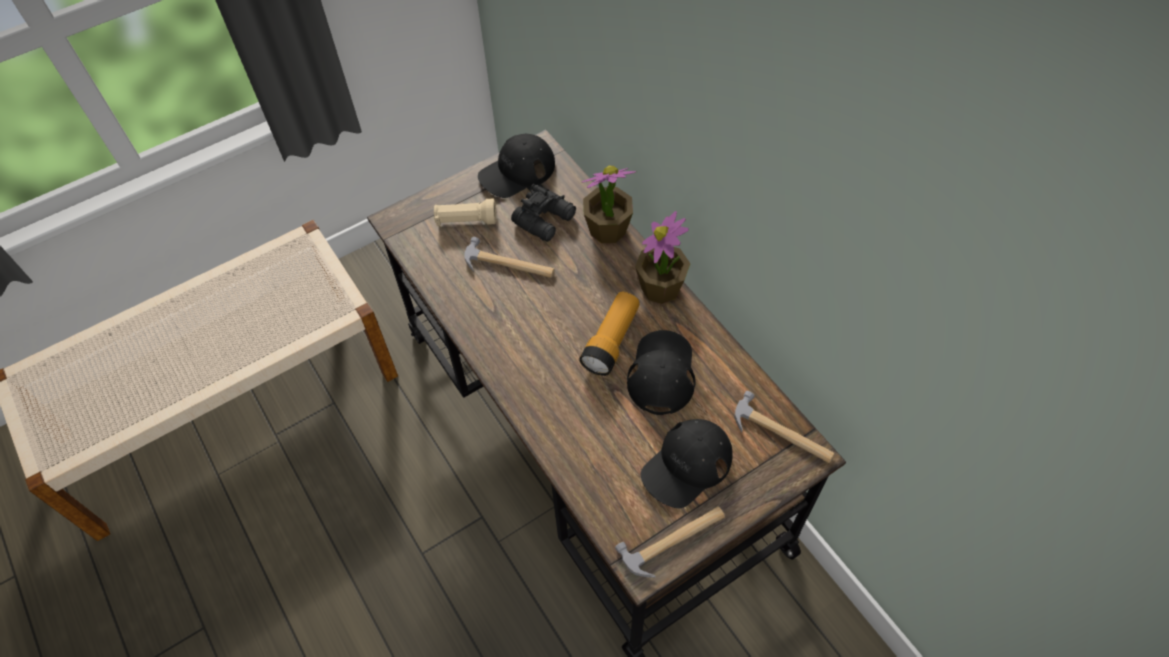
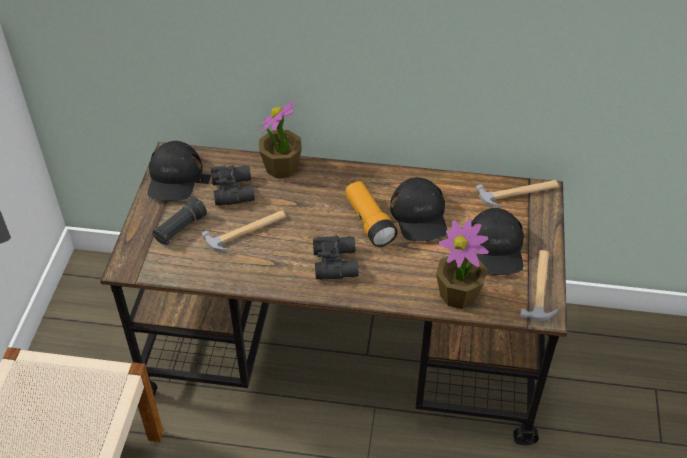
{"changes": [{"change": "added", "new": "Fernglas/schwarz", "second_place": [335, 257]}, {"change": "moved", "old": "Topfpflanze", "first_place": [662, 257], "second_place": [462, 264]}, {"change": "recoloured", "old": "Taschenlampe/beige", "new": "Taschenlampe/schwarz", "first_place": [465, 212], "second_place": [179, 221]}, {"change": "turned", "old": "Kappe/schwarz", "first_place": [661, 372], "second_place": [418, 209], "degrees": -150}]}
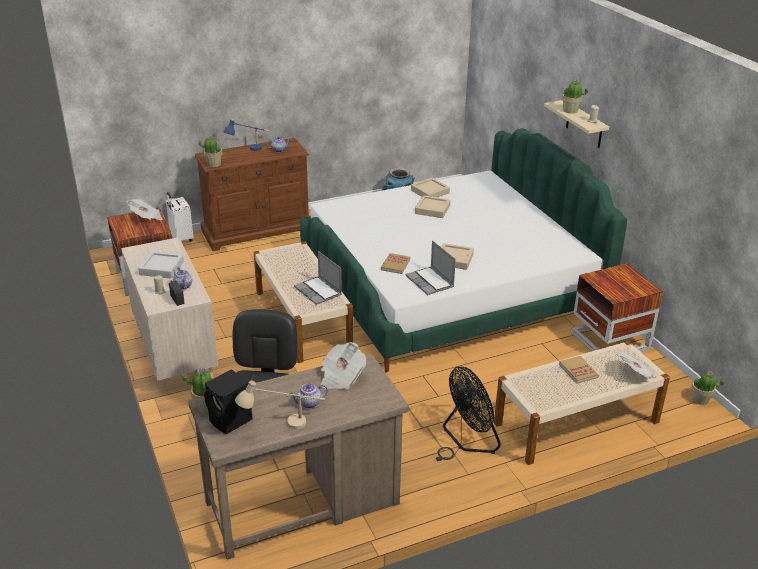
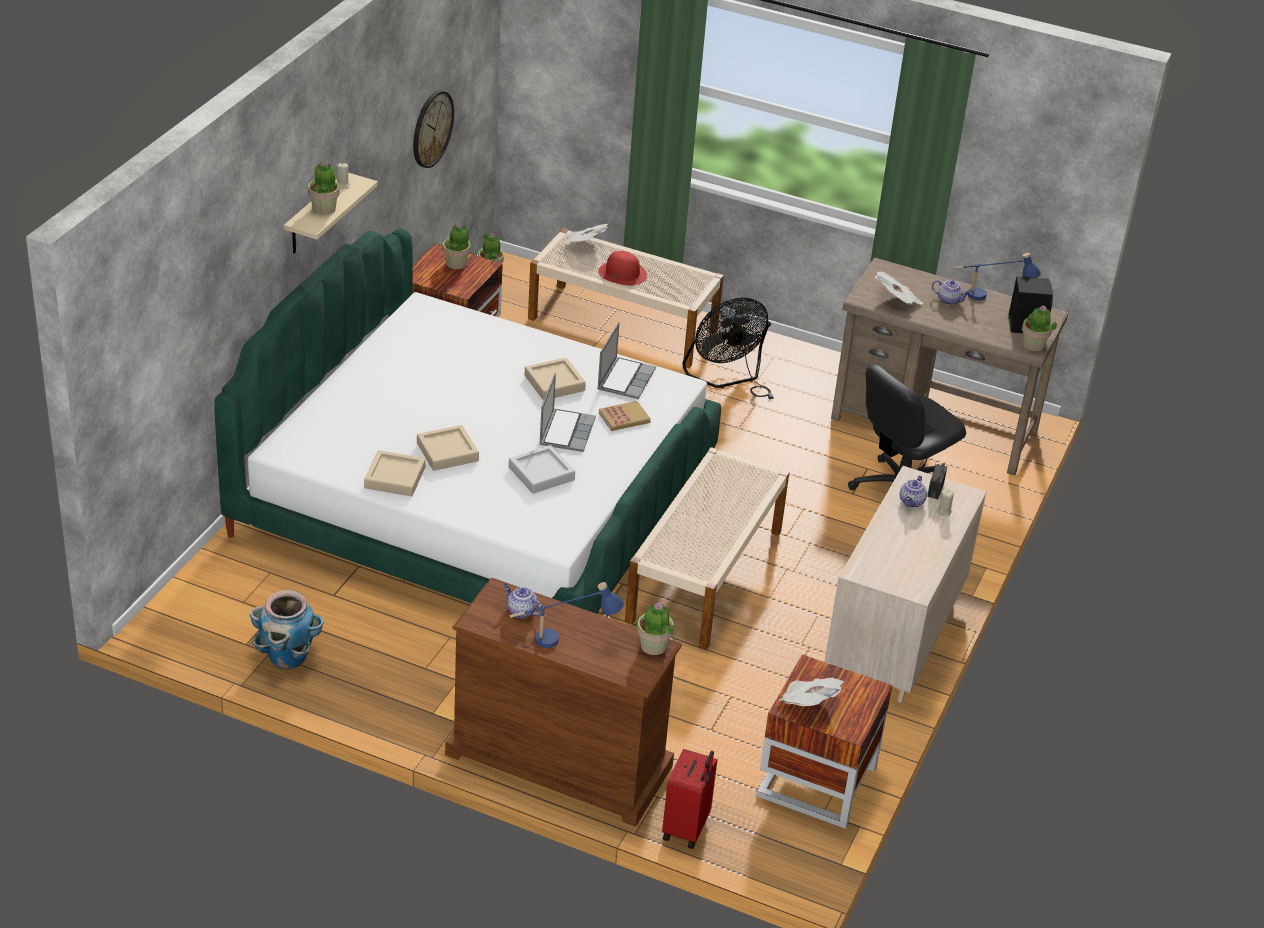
{"changes": [{"change": "added", "new": "Wanduhr", "second_place": [433, 129]}, {"change": "added", "new": "Topfpflanze", "second_place": [457, 245]}, {"change": "moved", "old": "Tablett/grau", "first_place": [161, 265], "second_place": [542, 469]}, {"change": "moved", "old": "Laptop", "first_place": [318, 278], "second_place": [567, 412]}, {"change": "replaced", "old": "Buch", "new": "Hut/rot", "first_place": [579, 370], "second_place": [622, 268]}, {"change": "recoloured", "old": "Koffer/weiß", "new": "Koffer/rot", "first_place": [180, 217], "second_place": [690, 799]}, {"change": "recoloured", "old": "Tischlampe/beige", "new": "Tischlampe/blau", "first_place": [280, 405], "second_place": [996, 276]}, {"change": "turned", "old": "Ventilator/schwarz", "first_place": [468, 414], "second_place": [728, 348], "degrees": 45}]}
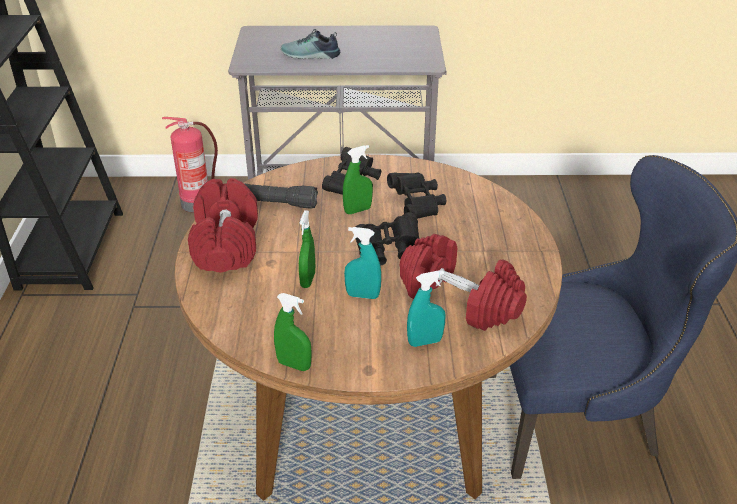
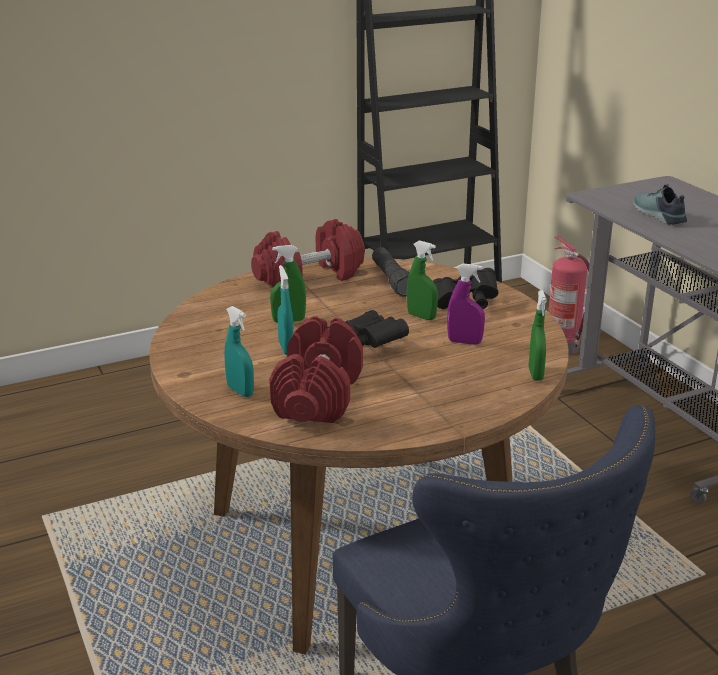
{"changes": [{"change": "moved", "old": "Sprühflasche/grün", "first_place": [293, 332], "second_place": [538, 335]}, {"change": "replaced", "old": "Fernglas/schwarz", "new": "Sprühflasche/lila", "first_place": [416, 195], "second_place": [466, 304]}]}
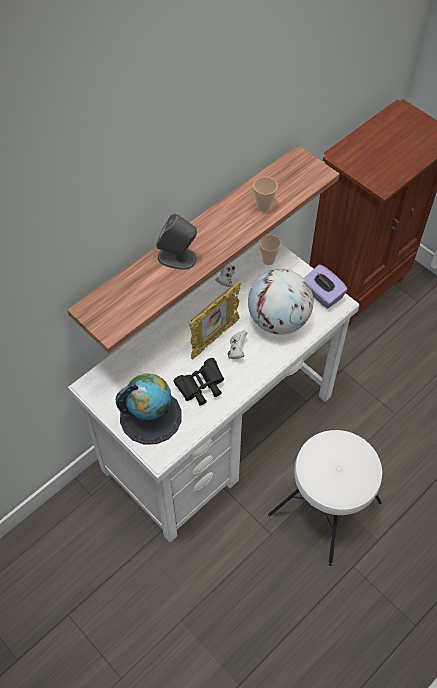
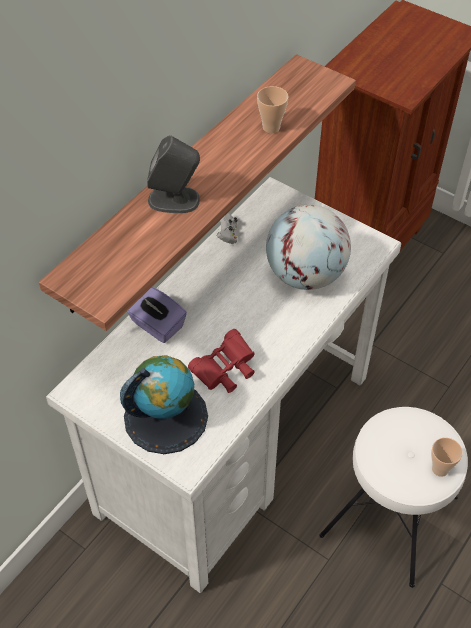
{"changes": [{"change": "removed", "old": "Bilderrahmen", "first_place": [215, 320]}, {"change": "removed", "old": "Gamepad/weiß", "first_place": [237, 344]}, {"change": "moved", "old": "Tasse", "first_place": [270, 250], "second_place": [447, 457]}, {"change": "moved", "old": "Taschentuchbox/lila", "first_place": [326, 286], "second_place": [157, 314]}, {"change": "recoloured", "old": "Fernglas/schwarz", "new": "Fernglas/rot", "first_place": [199, 382], "second_place": [221, 361]}]}
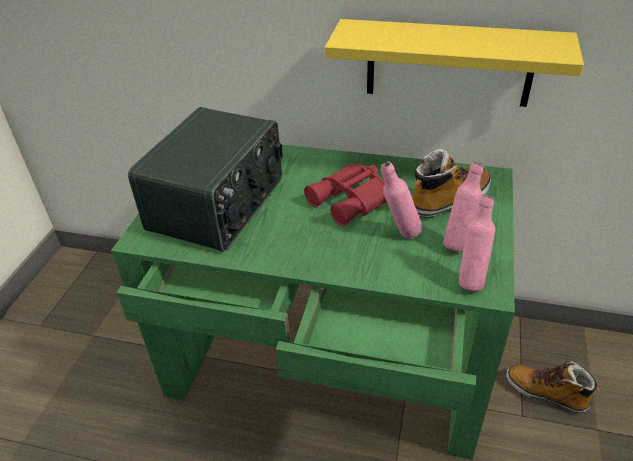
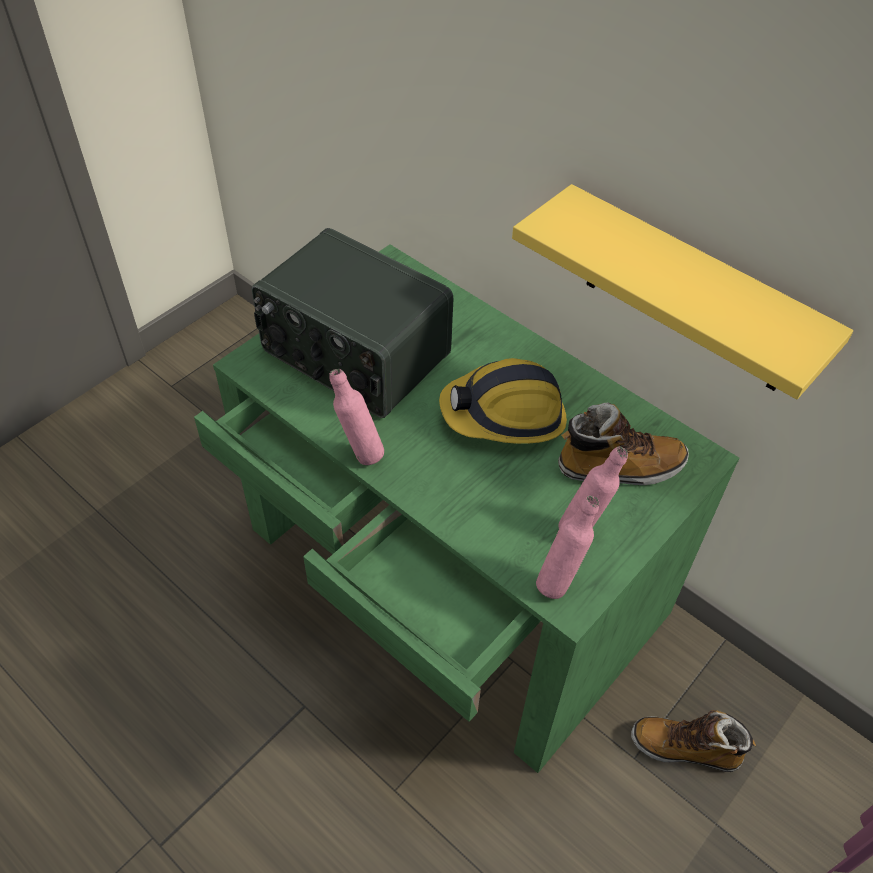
{"changes": [{"change": "moved", "old": "Flasche/rosa", "first_place": [401, 200], "second_place": [356, 417]}, {"change": "replaced", "old": "Fernglas/rot", "new": "Schutzhelm", "first_place": [345, 195], "second_place": [503, 401]}, {"change": "turned", "old": "Radio", "first_place": [205, 179], "second_place": [352, 323], "degrees": 75}, {"change": "turned", "old": "Stiefel", "first_place": [552, 387], "second_place": [693, 741], "degrees": -45}]}
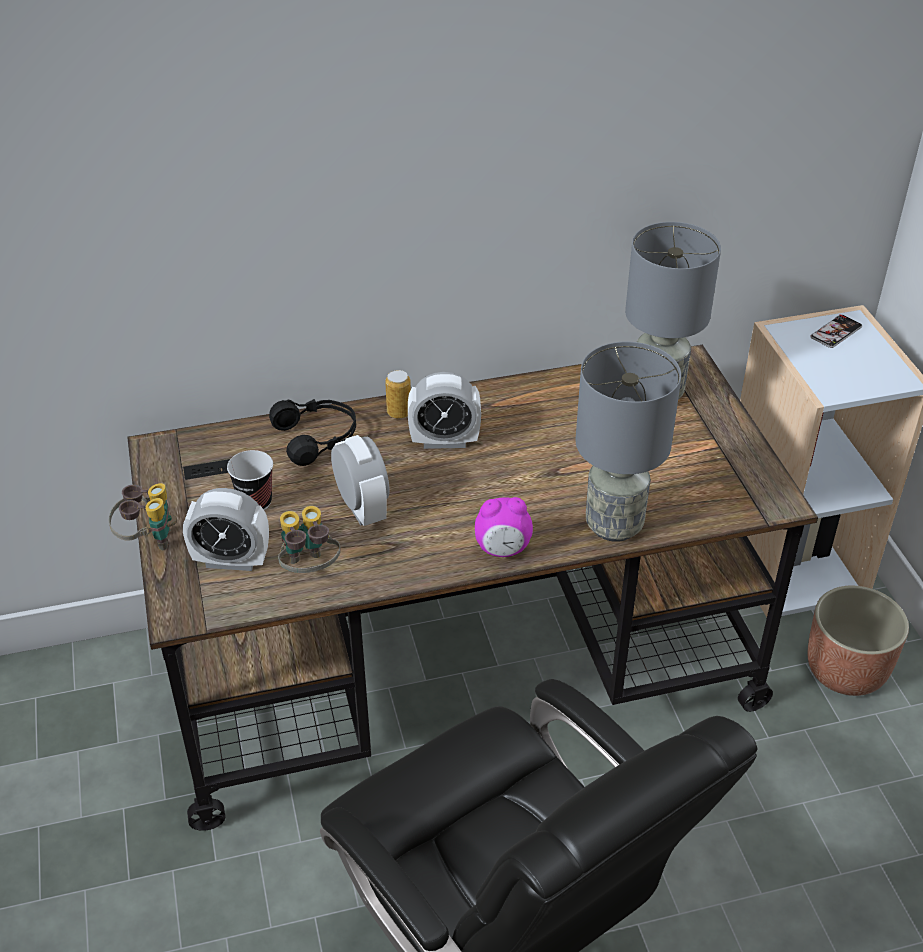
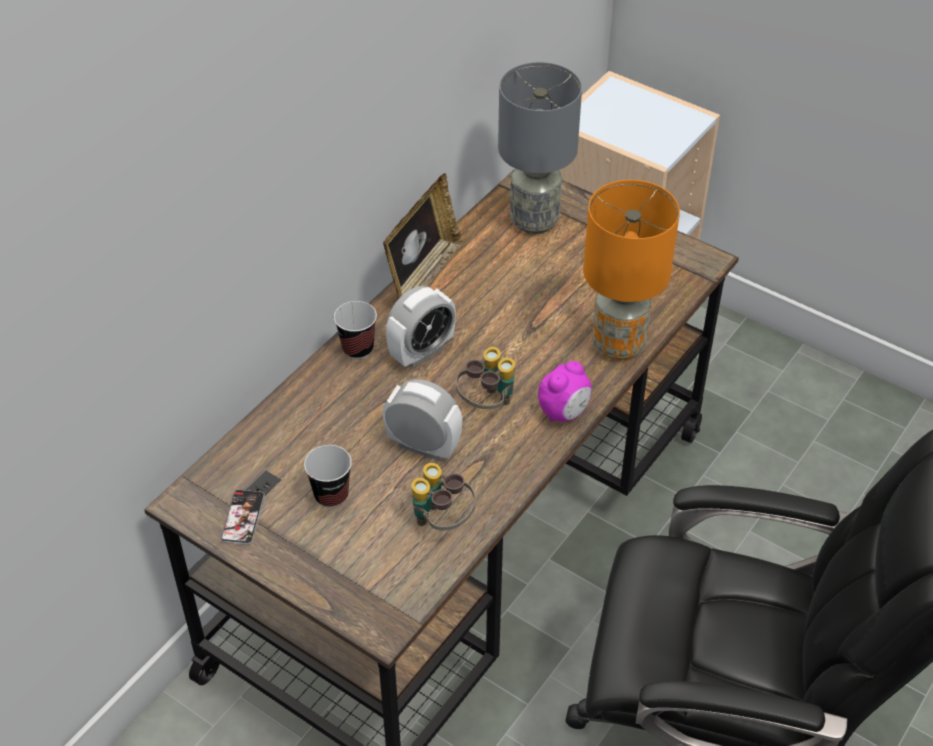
{"changes": [{"change": "removed", "old": "Wecker", "first_place": [226, 529]}, {"change": "removed", "old": "Kopfhörer/schwarz", "first_place": [312, 432]}, {"change": "removed", "old": "Pflanzkübel", "first_place": [858, 641]}, {"change": "added", "new": "Bilderrahmen", "second_place": [423, 235]}, {"change": "moved", "old": "Fernglas", "first_place": [143, 516], "second_place": [485, 378]}, {"change": "moved", "old": "Handy", "first_place": [836, 331], "second_place": [242, 517]}, {"change": "replaced", "old": "Dose", "new": "Tasse", "first_place": [398, 394], "second_place": [355, 330]}, {"change": "recoloured", "old": "Tischlampe/grau", "new": "Tischlampe/orange", "first_place": [628, 442], "second_place": [631, 270]}]}
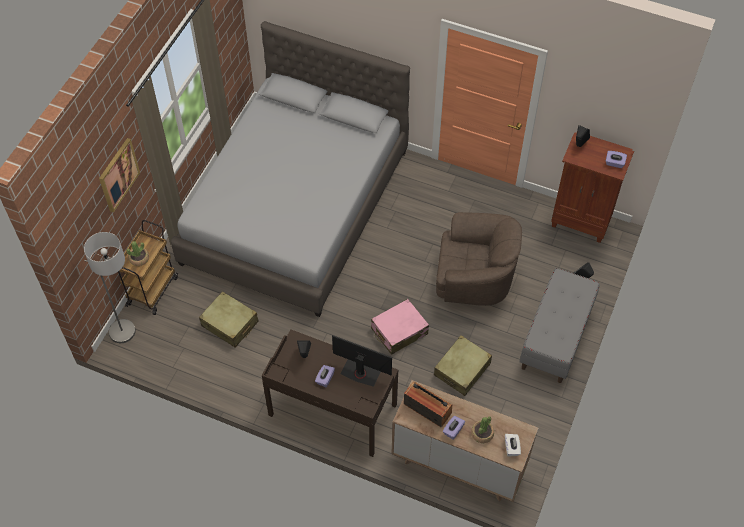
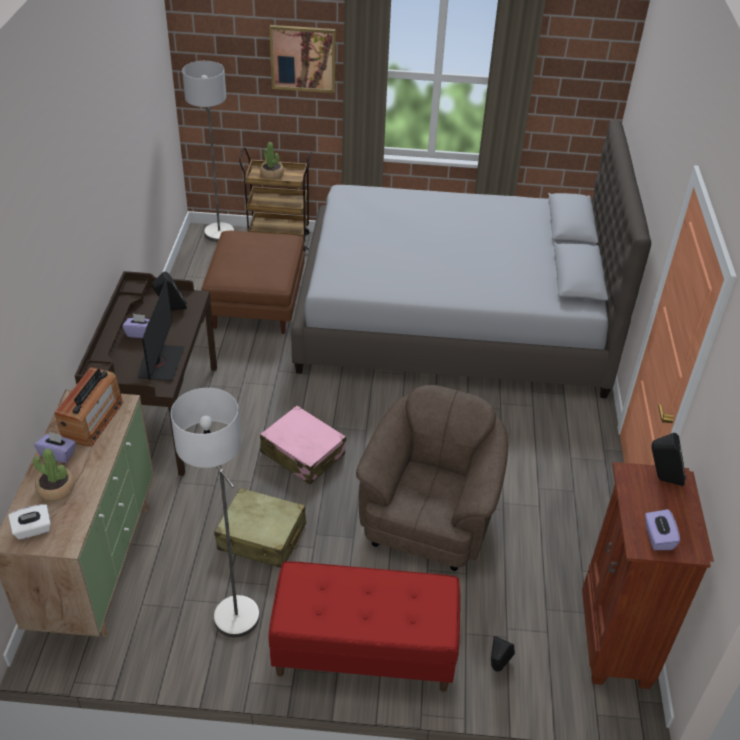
{"changes": [{"change": "added", "new": "Stehlampe/grau", "second_place": [215, 512]}, {"change": "replaced", "old": "Koffer/beige", "new": "Polsterhocker/braun", "first_place": [229, 319], "second_place": [253, 282]}, {"change": "recoloured", "old": "Bank/grau", "new": "Bank/rot", "first_place": [559, 325], "second_place": [364, 626]}, {"change": "turned", "old": "Sessel/braun", "first_place": [479, 259], "second_place": [432, 478], "degrees": -150}]}
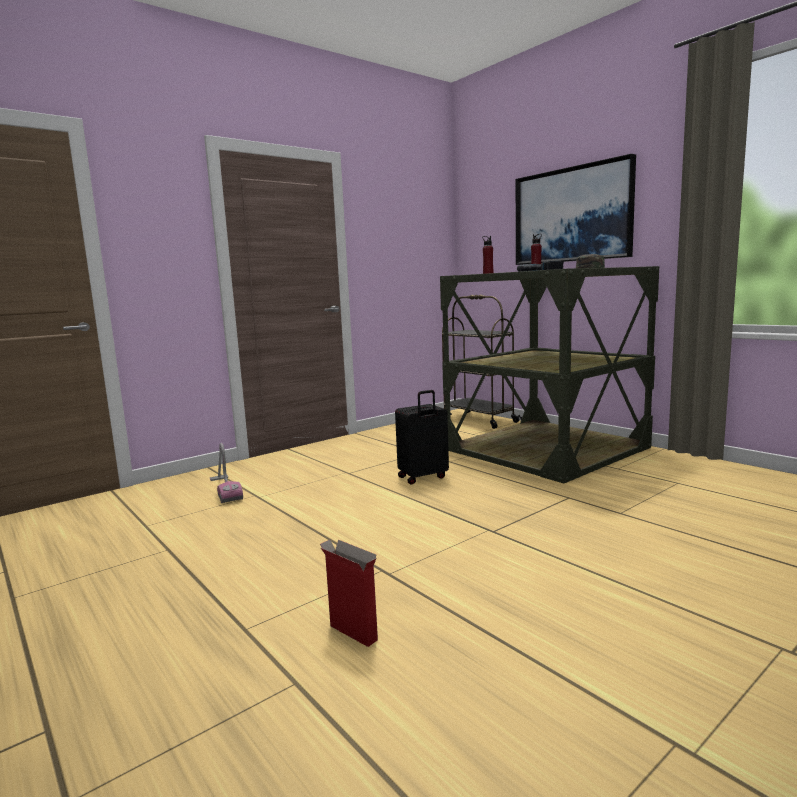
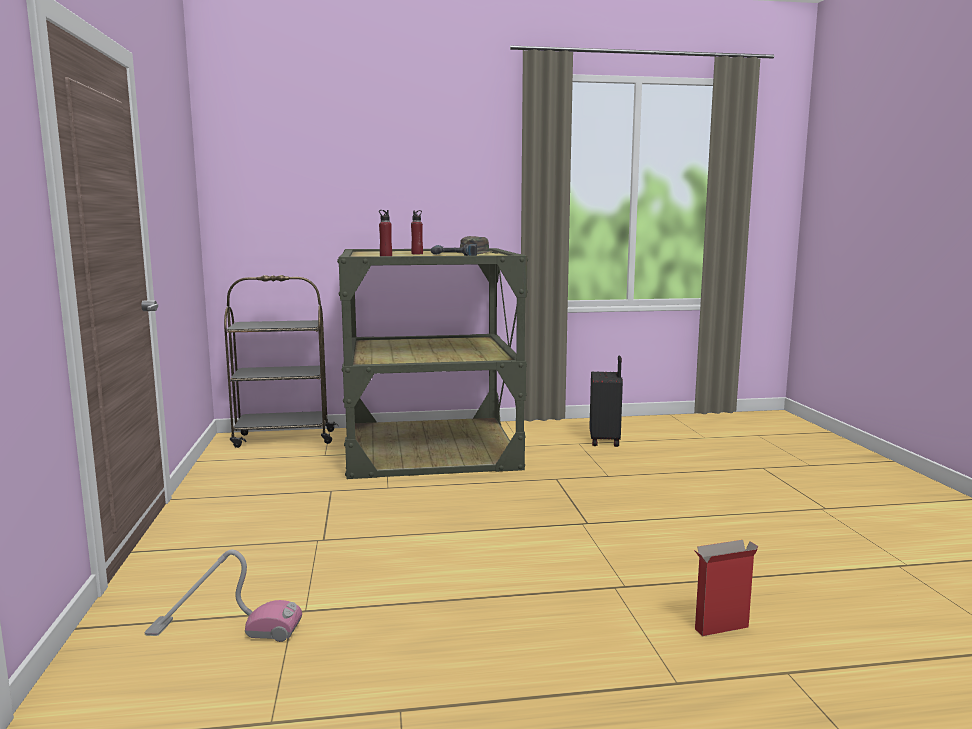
{"changes": [{"change": "removed", "old": "Bild", "first_place": [576, 209]}, {"change": "moved", "old": "Koffer/schwarz", "first_place": [422, 437], "second_place": [606, 401]}]}
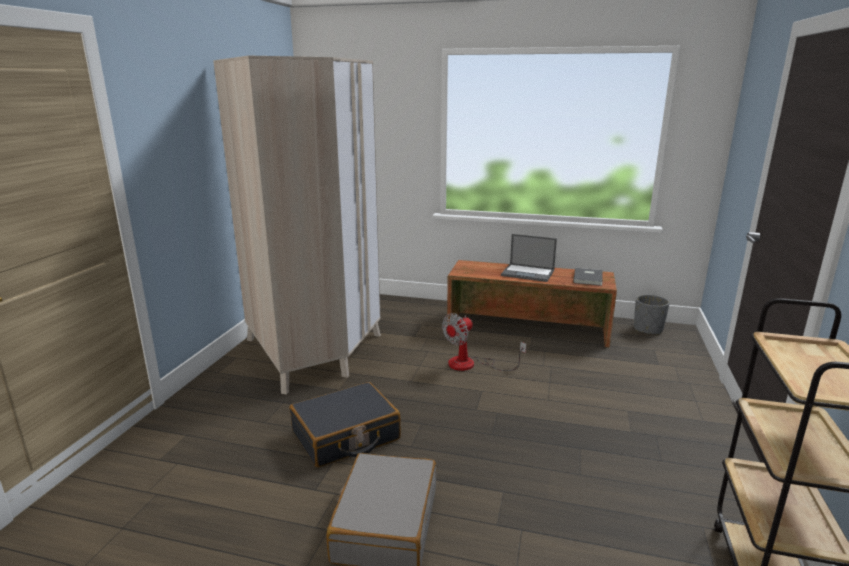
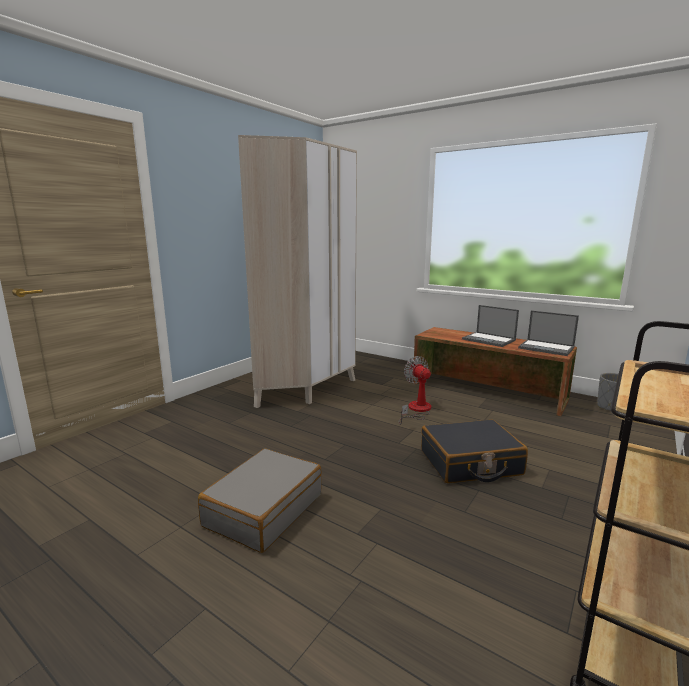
{"changes": [{"change": "moved", "old": "Koffer/schwarz", "first_place": [345, 424], "second_place": [474, 451]}, {"change": "replaced", "old": "Buch/grau", "new": "Laptop", "first_place": [588, 277], "second_place": [548, 333]}, {"change": "turned", "old": "Ventilator", "first_place": [484, 342], "second_place": [415, 390], "degrees": 90}]}
